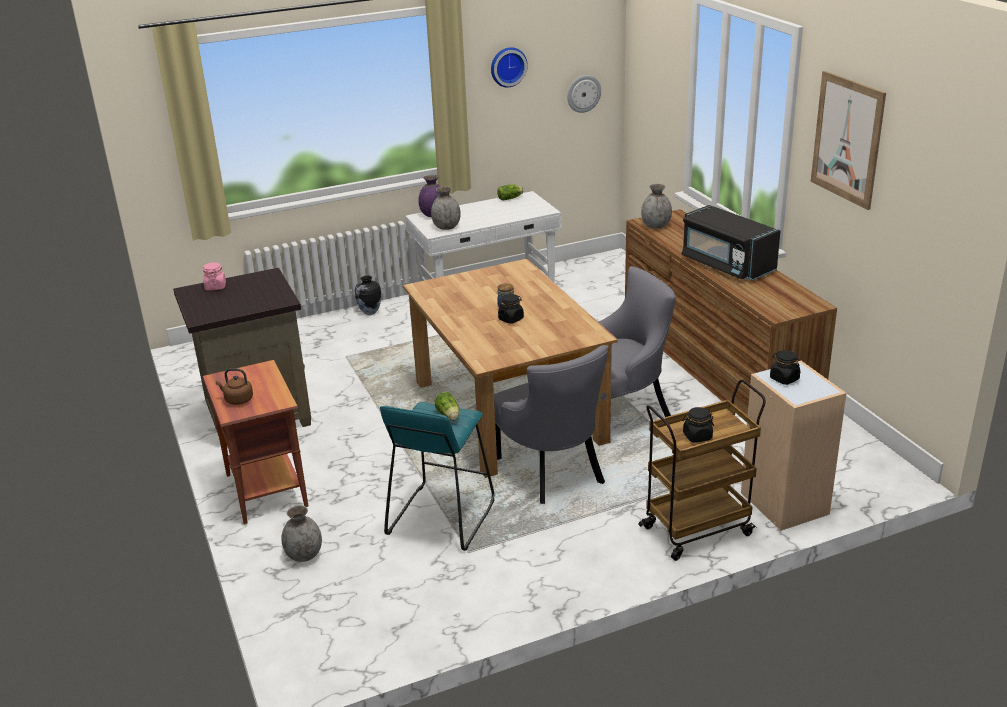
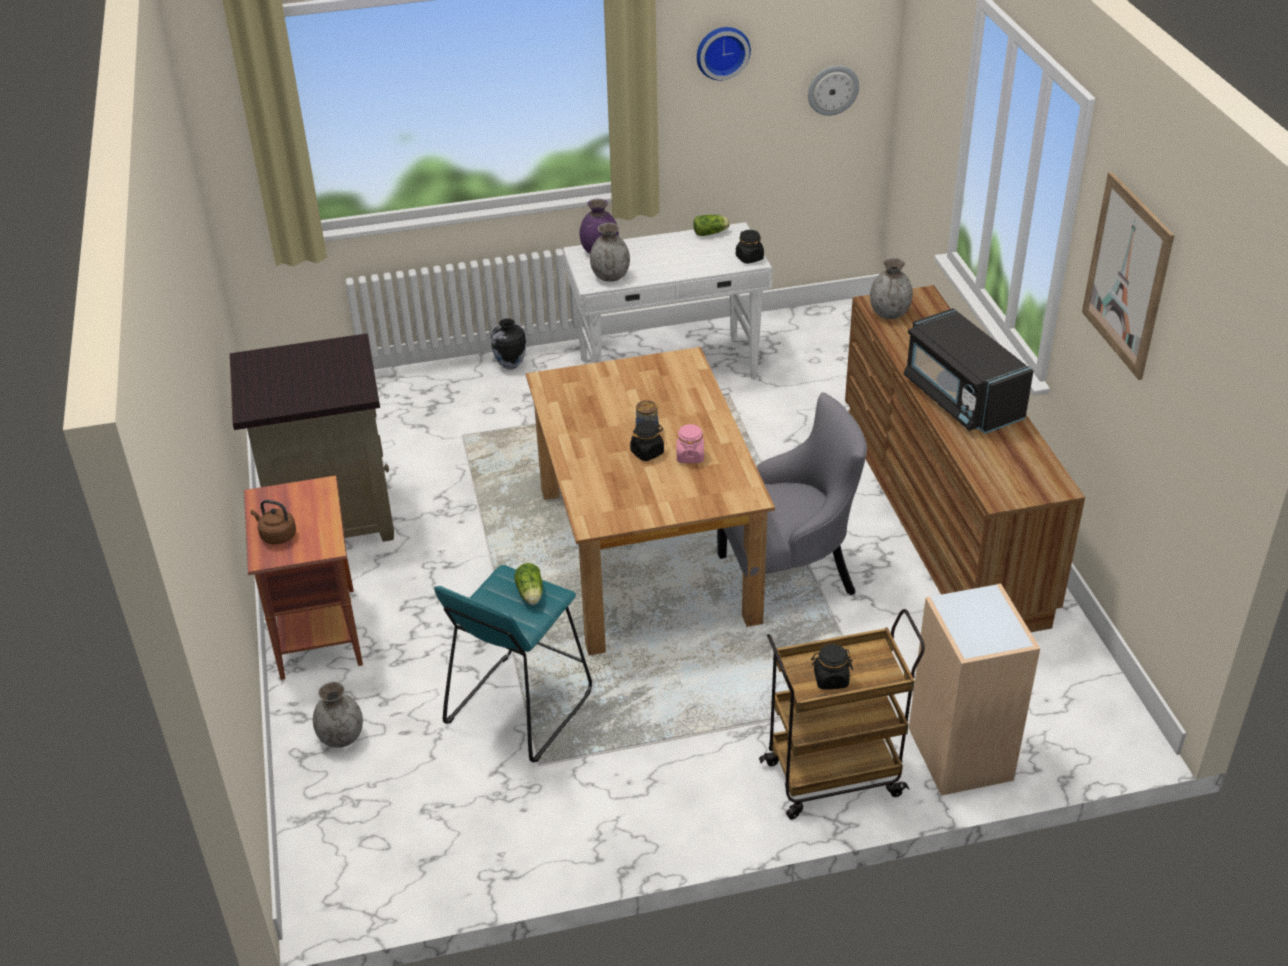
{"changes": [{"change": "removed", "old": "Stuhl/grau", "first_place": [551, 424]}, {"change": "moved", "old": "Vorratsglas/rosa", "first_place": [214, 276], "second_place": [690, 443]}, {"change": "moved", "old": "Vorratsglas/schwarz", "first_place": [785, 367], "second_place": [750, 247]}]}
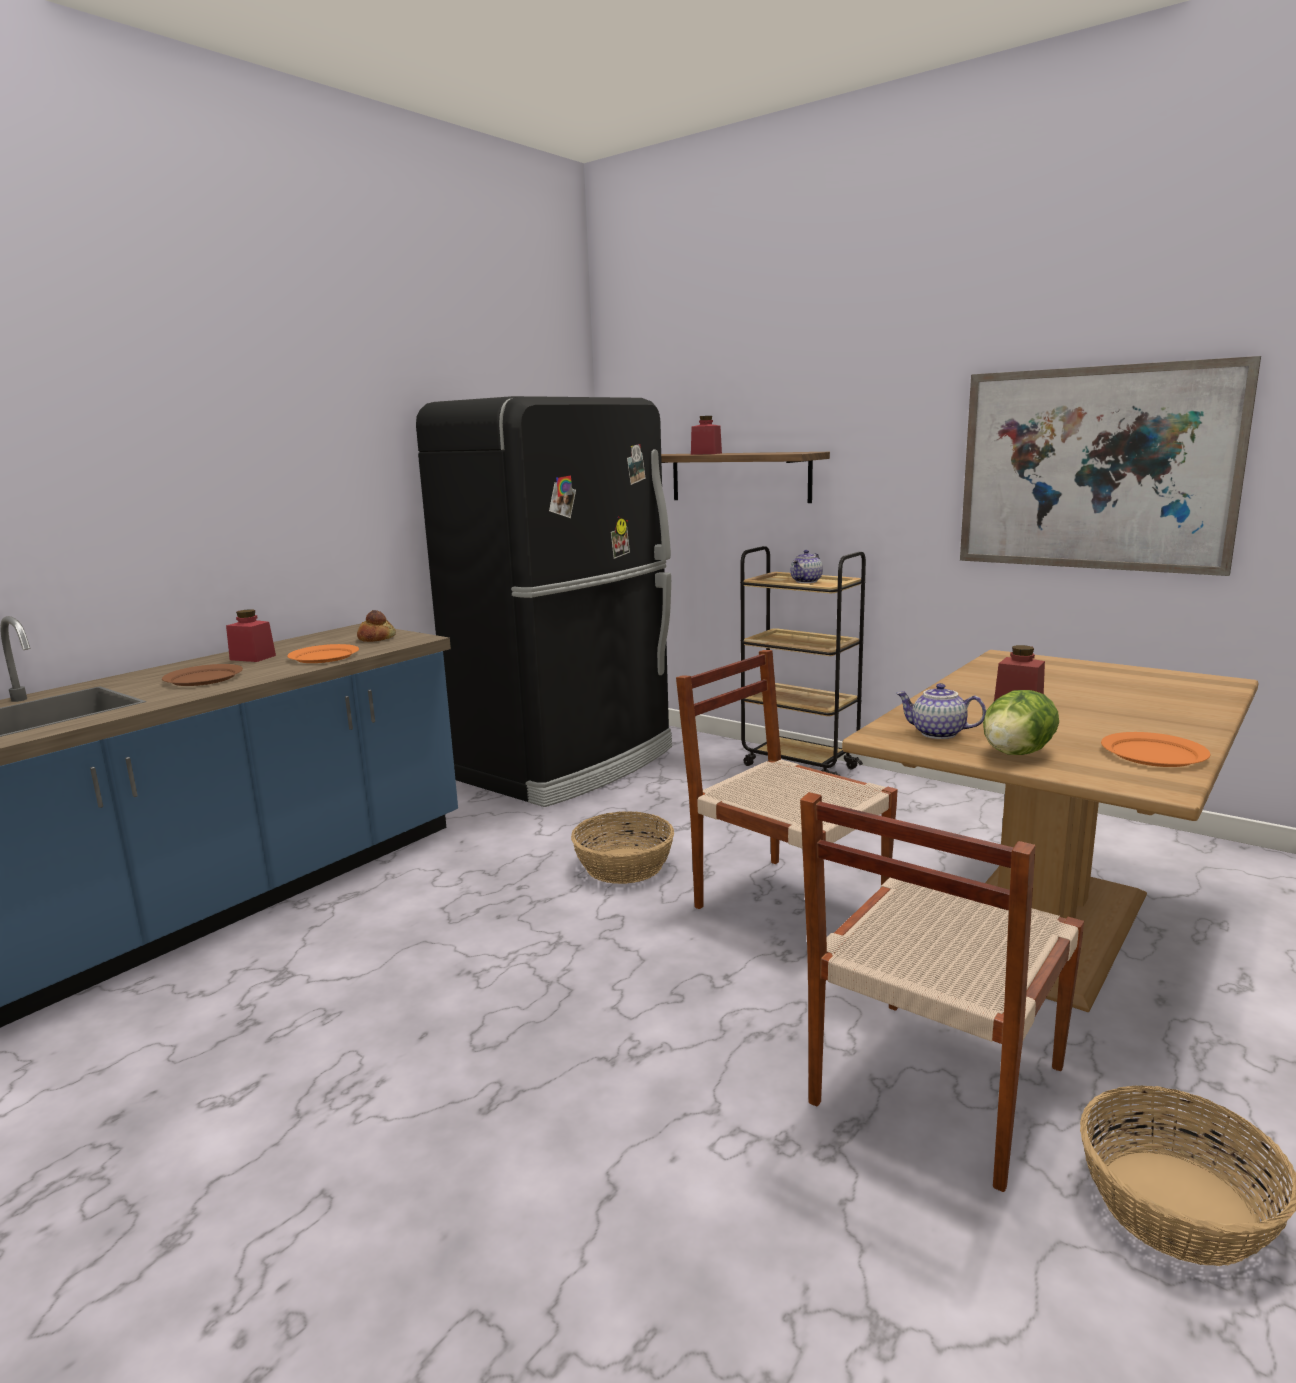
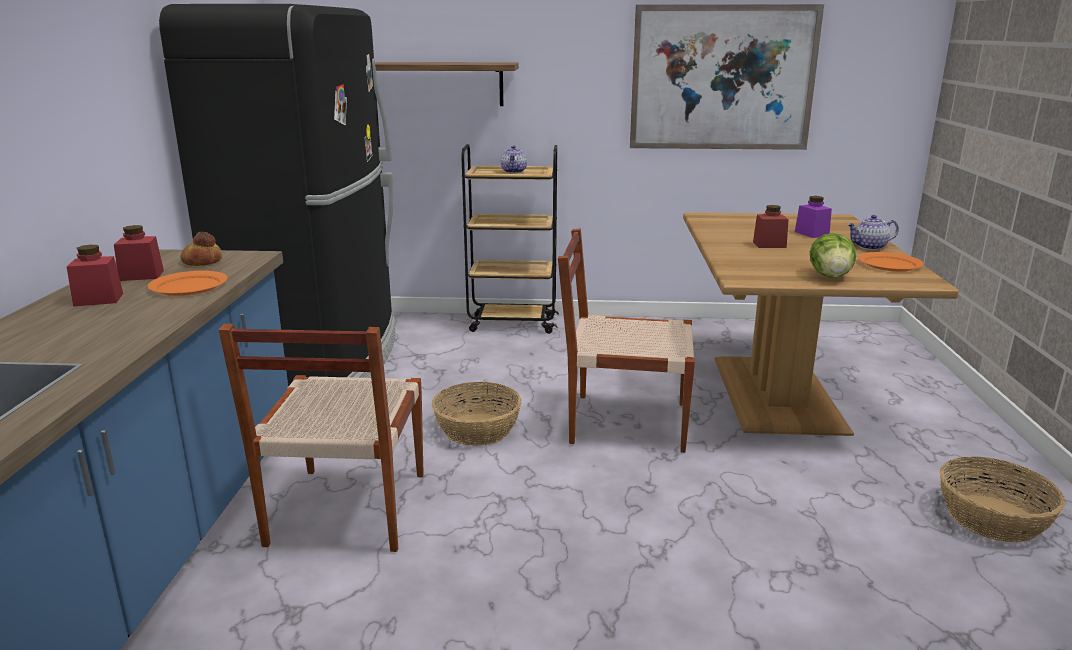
{"changes": [{"change": "removed", "old": "Teller/braun", "first_place": [202, 675]}, {"change": "added", "new": "Vorratsglas/lila", "second_place": [813, 217]}, {"change": "moved", "old": "Vorratsglas/rot", "first_place": [706, 435], "second_place": [139, 253]}, {"change": "moved", "old": "Stuhl", "first_place": [942, 992], "second_place": [321, 438]}, {"change": "moved", "old": "Teekanne", "first_place": [941, 711], "second_place": [873, 232]}]}
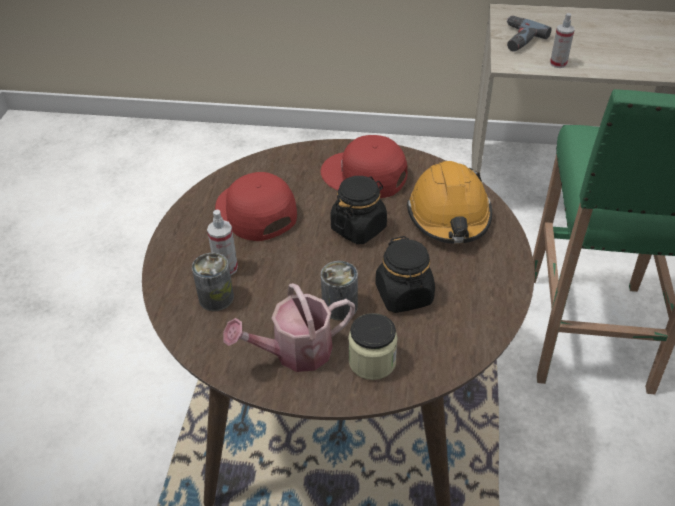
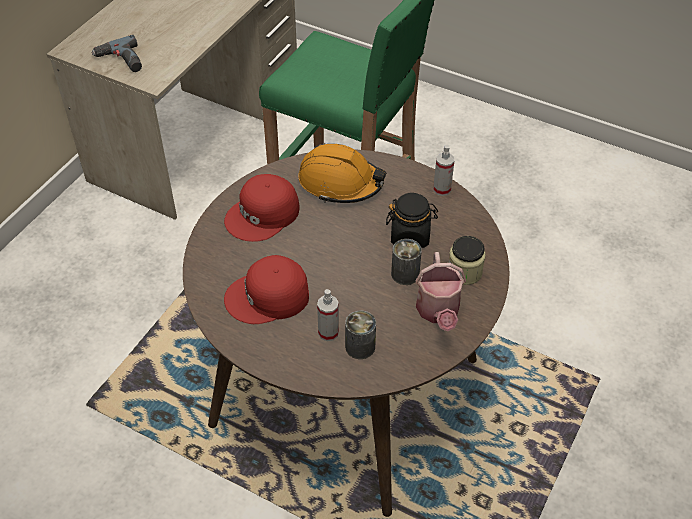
{"changes": [{"change": "removed", "old": "Vorratsglas/schwarz", "first_place": [358, 210]}, {"change": "moved", "old": "Sprühflasche", "first_place": [562, 40], "second_place": [444, 170]}]}
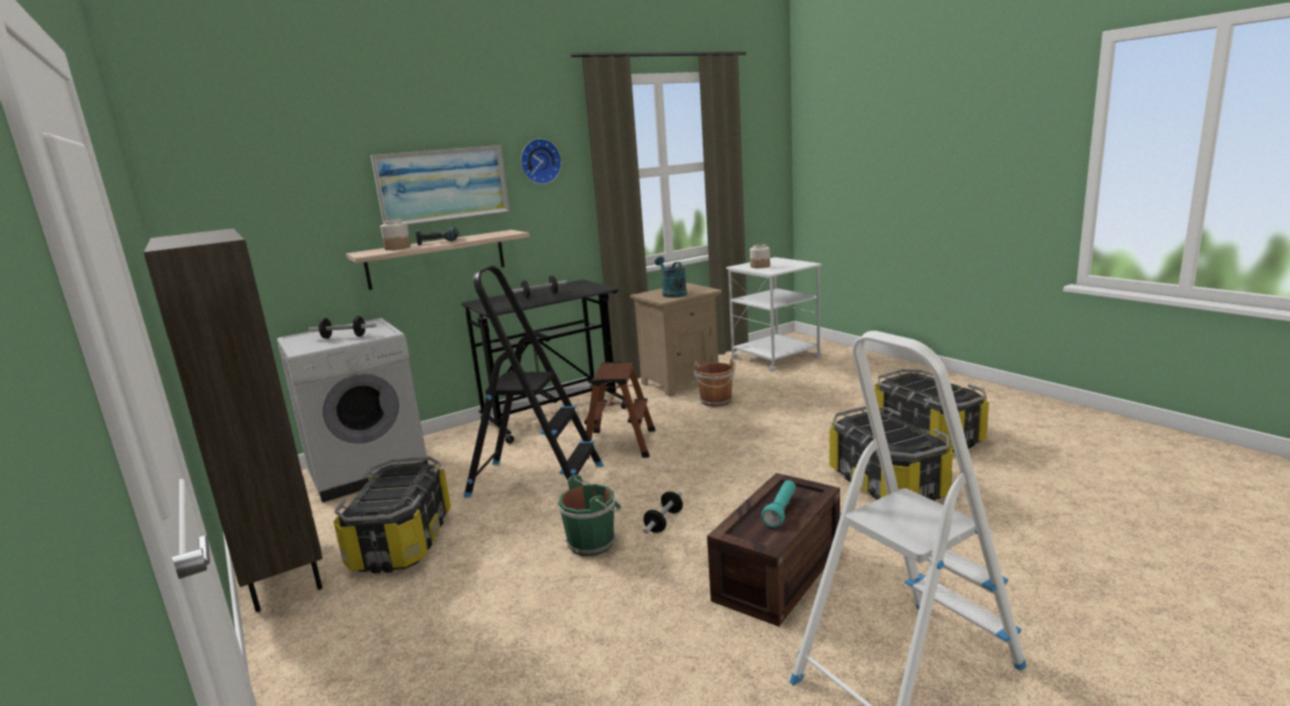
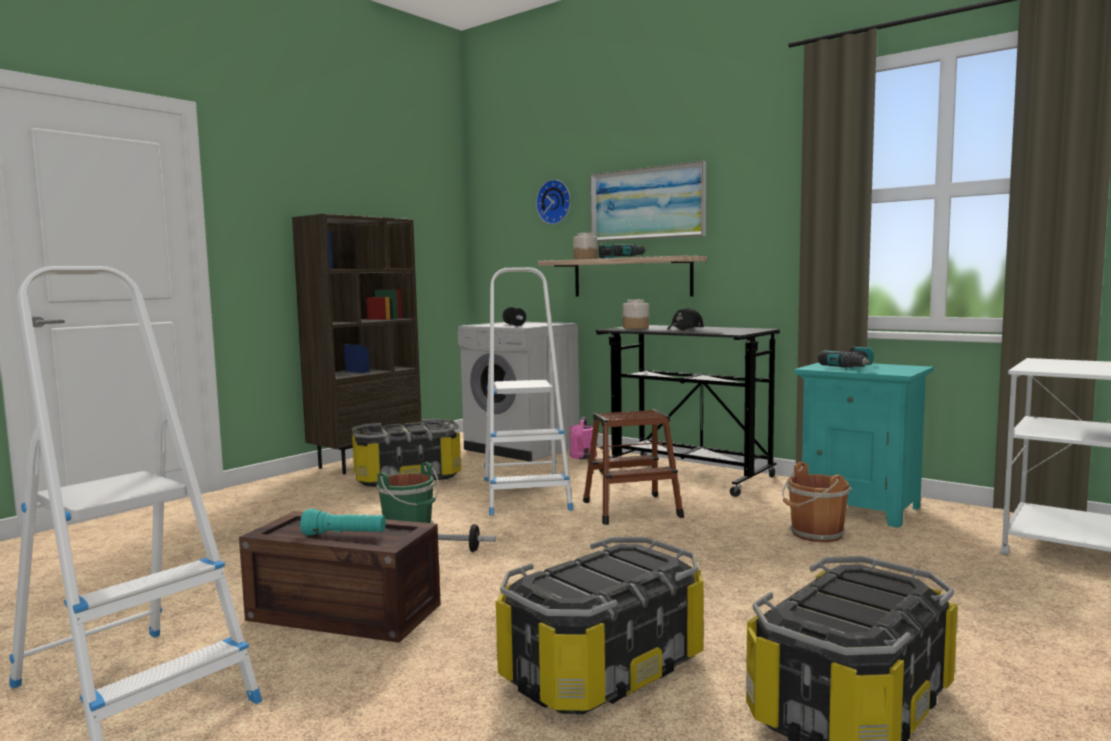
{"changes": [{"change": "added", "new": "Gießkanne/rosa", "second_place": [583, 438]}, {"change": "moved", "old": "Wanduhr", "first_place": [541, 161], "second_place": [553, 202]}, {"change": "moved", "old": "Vorratsglas", "first_place": [760, 256], "second_place": [636, 314]}, {"change": "replaced", "old": "Hantel", "new": "Kappe/schwarz", "first_place": [539, 287], "second_place": [685, 319]}, {"change": "replaced", "old": "Gießkanne/türkis", "new": "Bohrmaschine", "first_place": [671, 277], "second_place": [846, 357]}, {"change": "recoloured", "old": "Trittleiter/schwarz", "new": "Trittleiter/weiß", "first_place": [534, 382], "second_place": [528, 391]}, {"change": "recoloured", "old": "Nachttisch/beige", "new": "Nachttisch/türkis", "first_place": [676, 340], "second_place": [864, 445]}]}
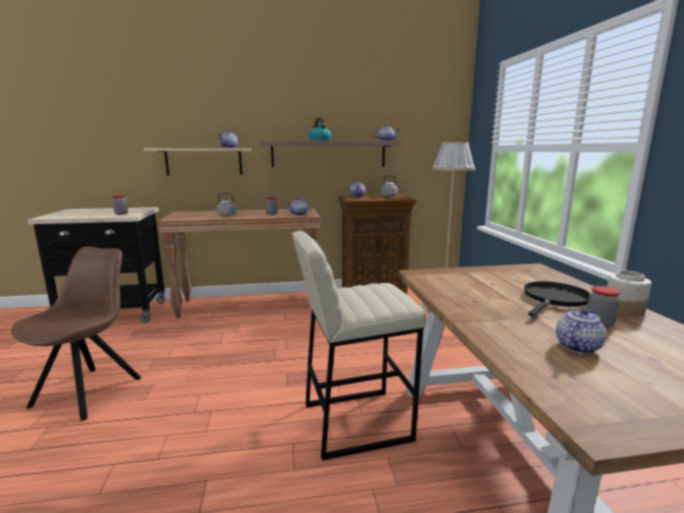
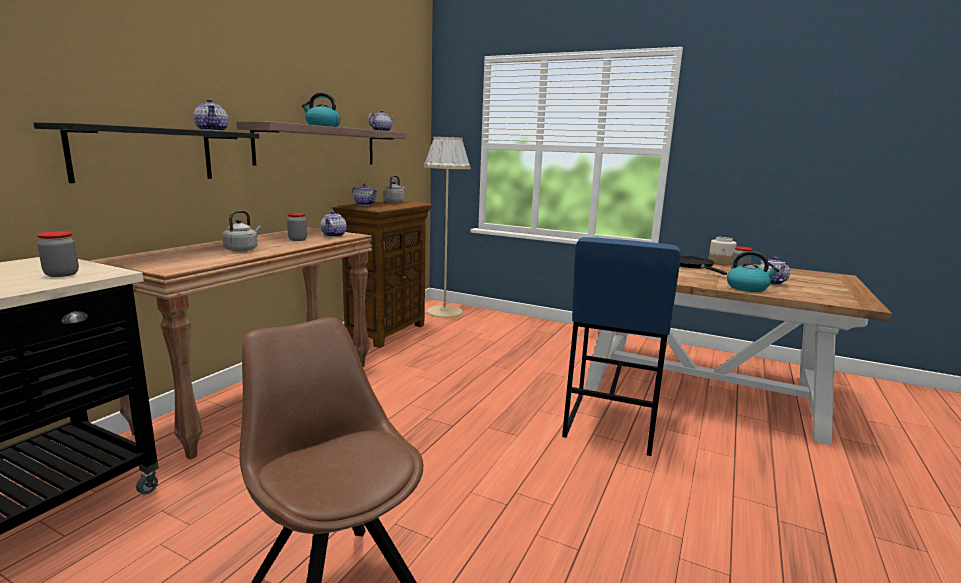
{"changes": [{"change": "added", "new": "Wasserkessel", "second_place": [753, 271]}, {"change": "recoloured", "old": "Wandregal/beige", "new": "Wandregal/schwarz", "first_place": [197, 161], "second_place": [146, 152]}, {"change": "recoloured", "old": "Hocker/beige", "new": "Hocker/blau", "first_place": [359, 345], "second_place": [621, 346]}]}
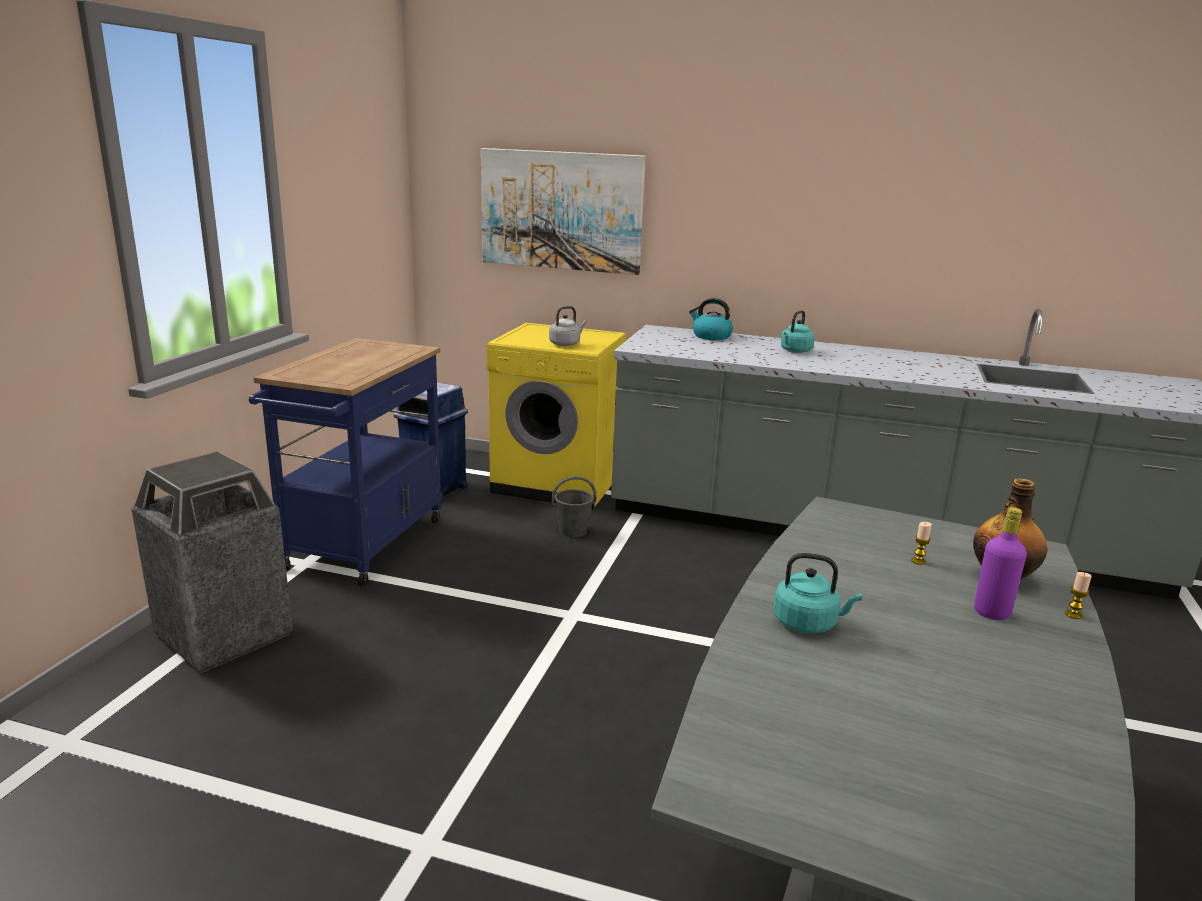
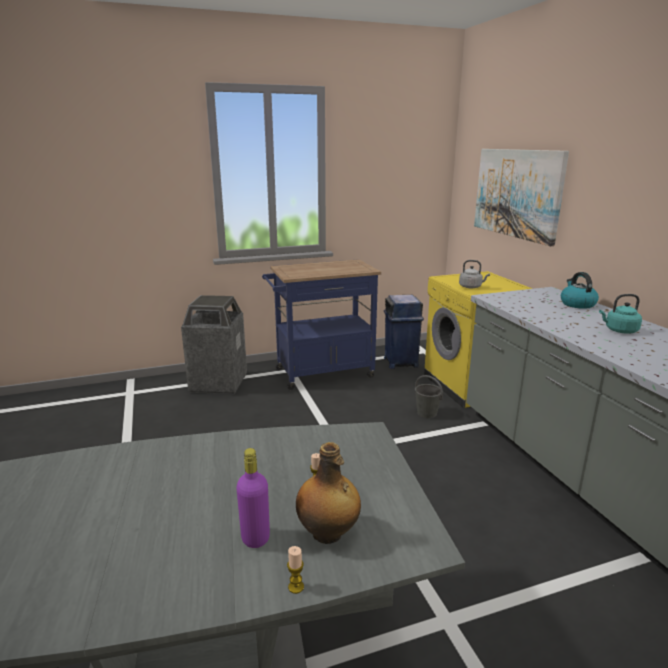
{"changes": [{"change": "removed", "old": "Wasserkessel/türkis", "first_place": [817, 593]}]}
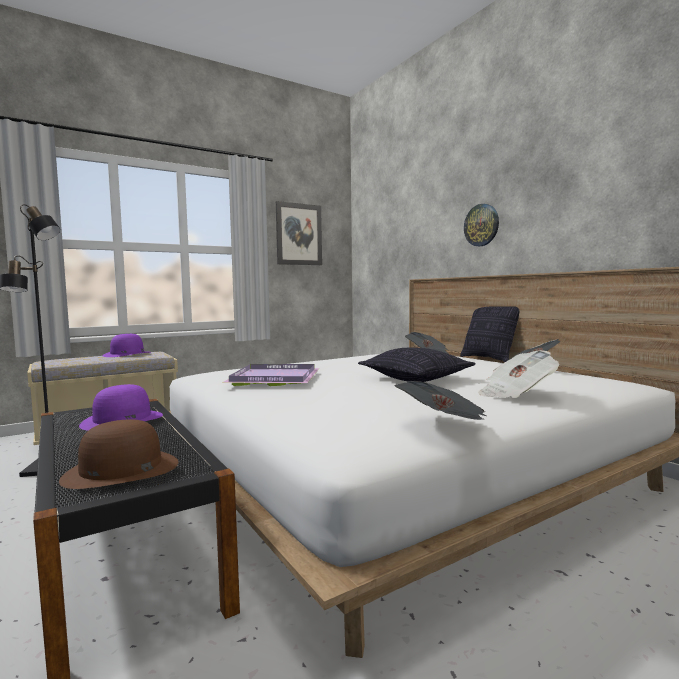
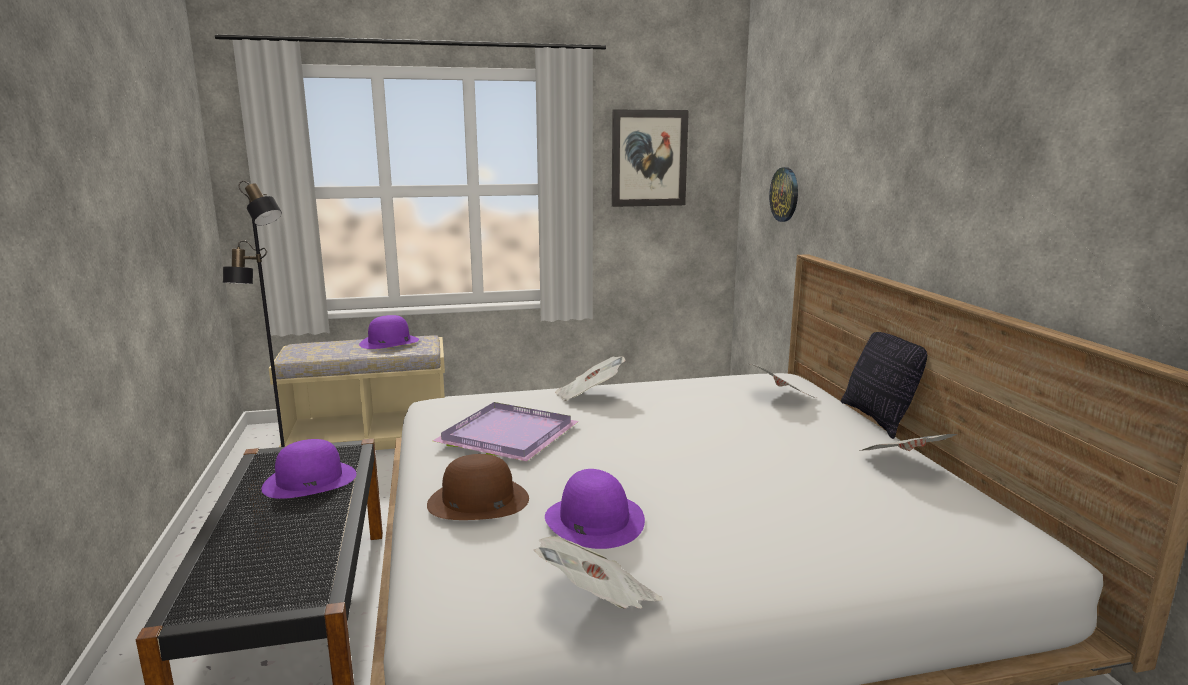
{"changes": [{"change": "removed", "old": "Kissen", "first_place": [417, 365]}, {"change": "added", "new": "Hut/lila", "second_place": [595, 509]}, {"change": "moved", "old": "Hut/braun", "first_place": [118, 454], "second_place": [478, 487]}, {"change": "moved", "old": "Wanduhr", "first_place": [481, 225], "second_place": [783, 194]}, {"change": "moved", "old": "Zeitung", "first_place": [518, 374], "second_place": [590, 378]}]}
